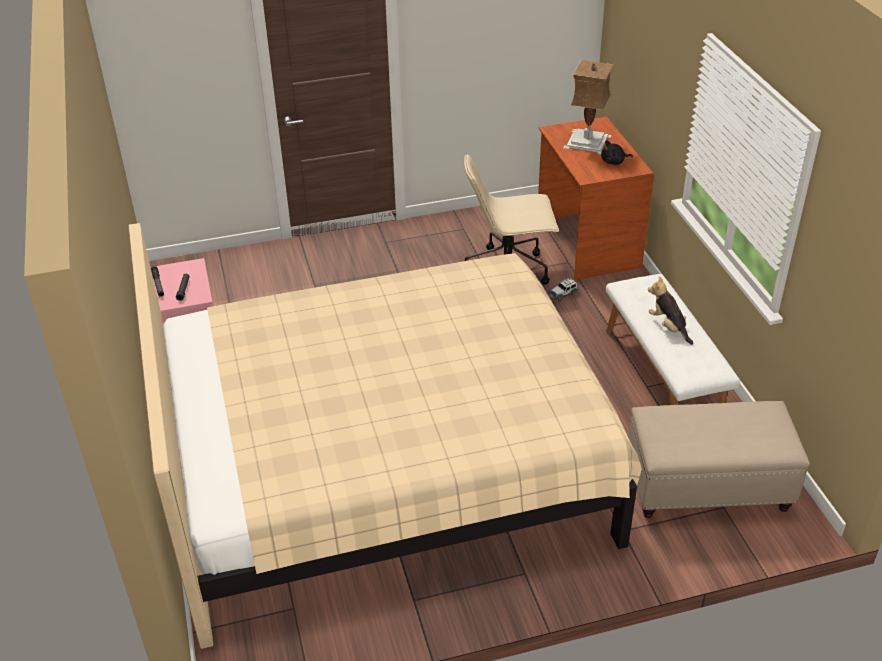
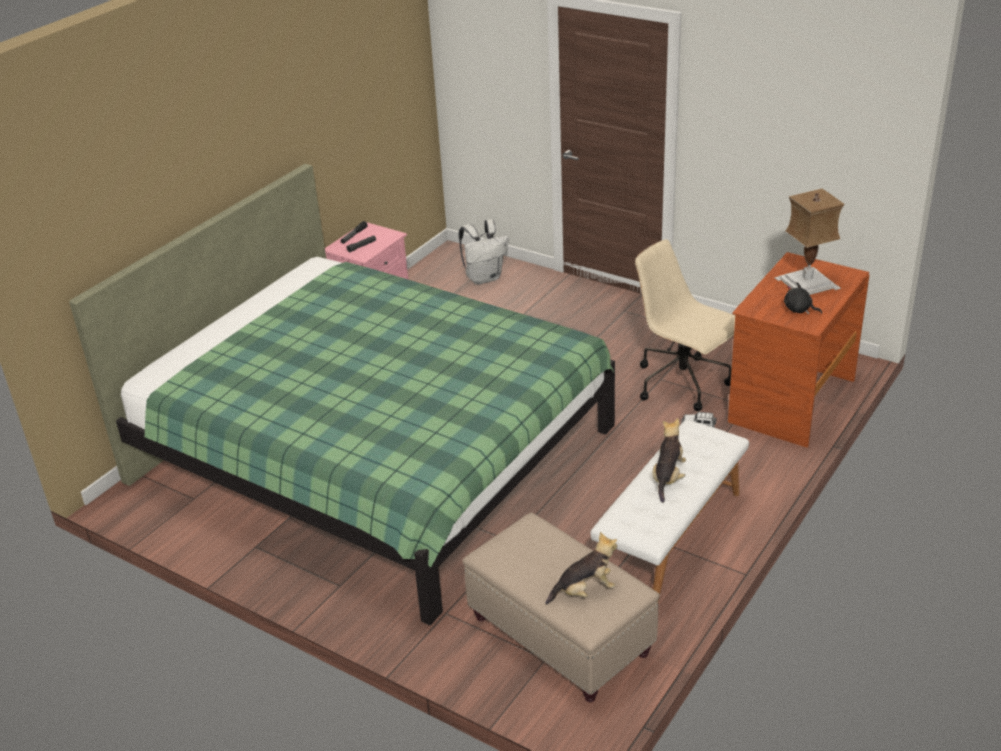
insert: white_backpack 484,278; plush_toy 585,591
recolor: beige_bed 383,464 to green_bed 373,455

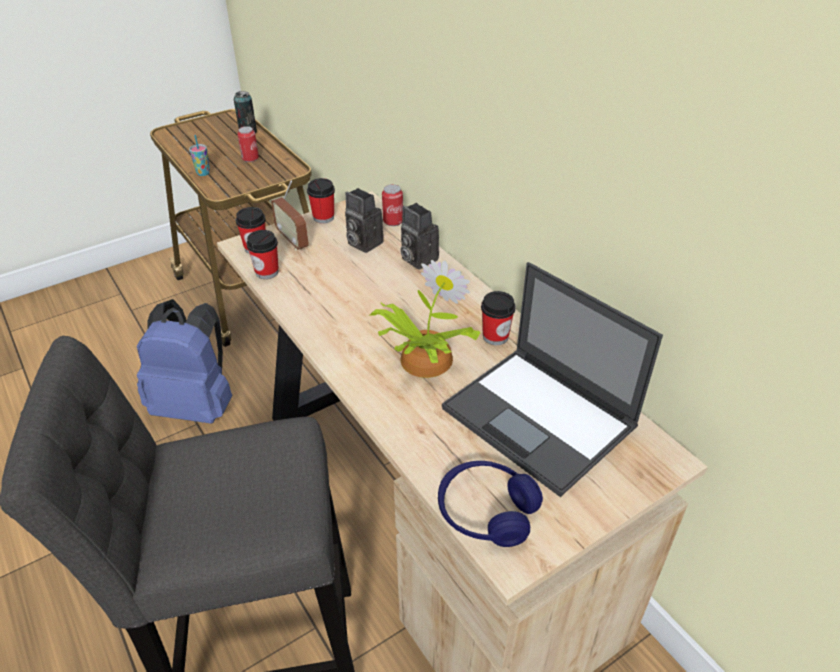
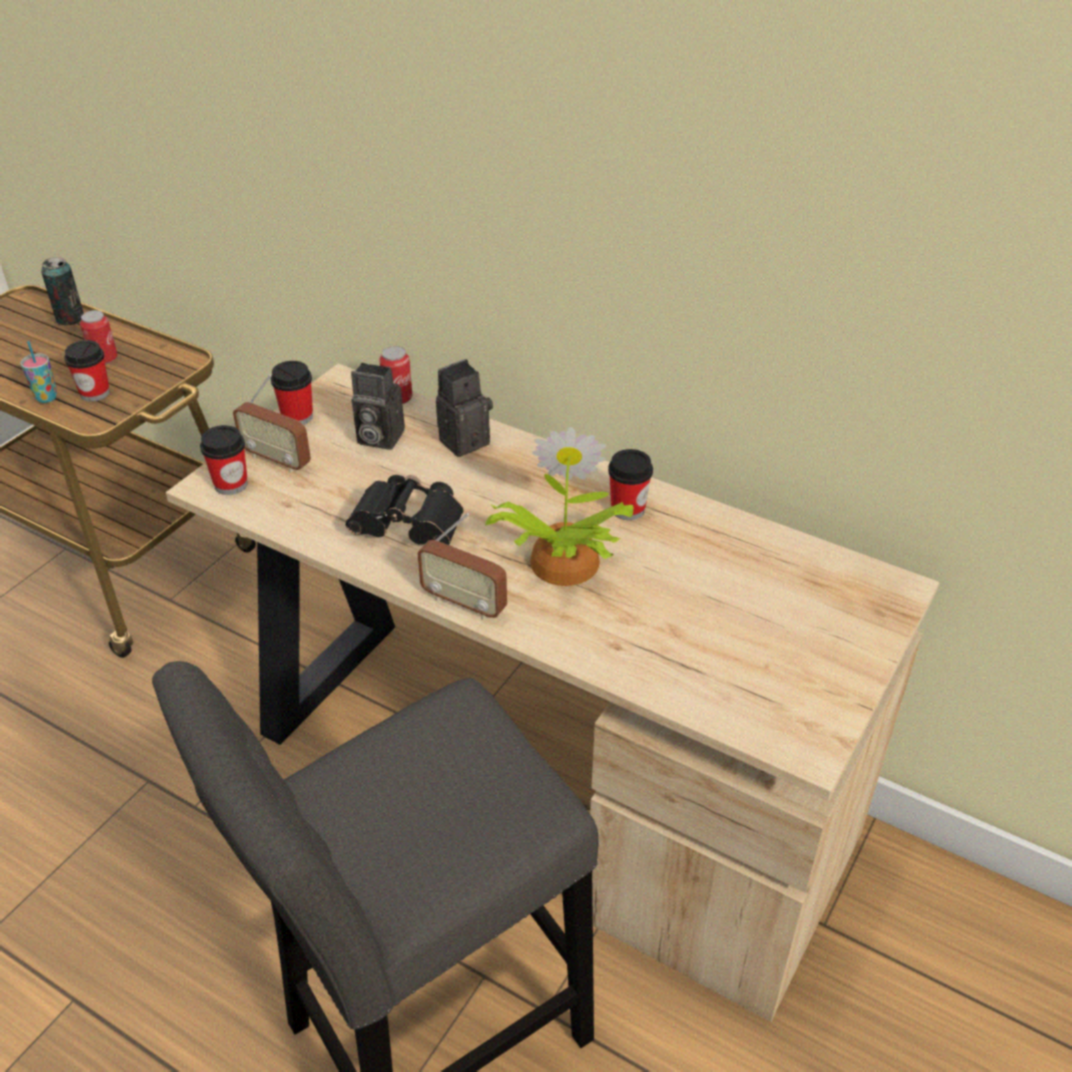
delete: blue_backpack 197,405; blue_headphones 486,511; laptop 540,419
insert: black_binoculars 411,529; radio 464,603
move: cup 267,272 to 95,393
rotate: photo_camera 417,259 = 464,439 120 degrees clockwise

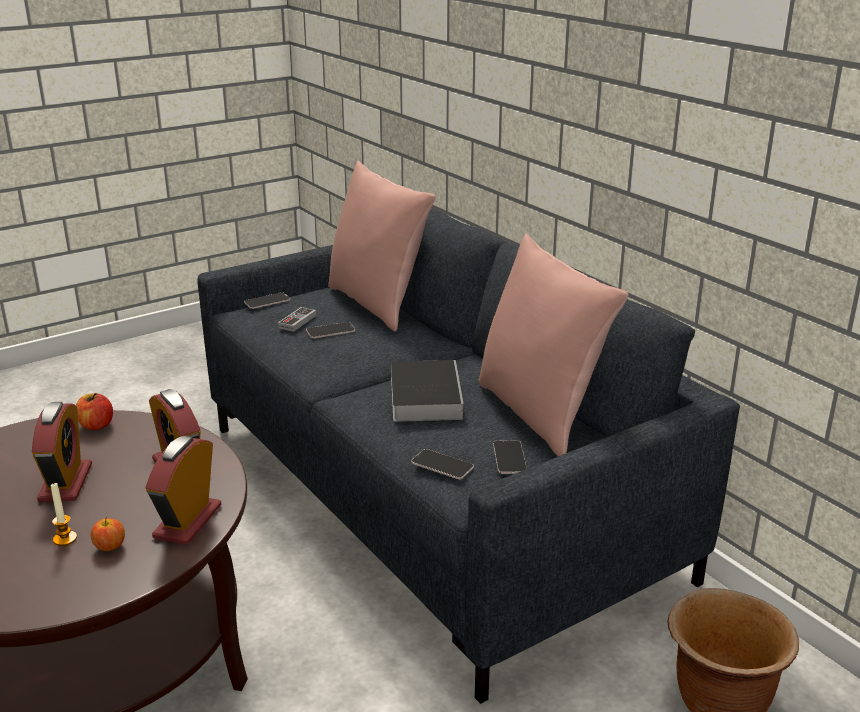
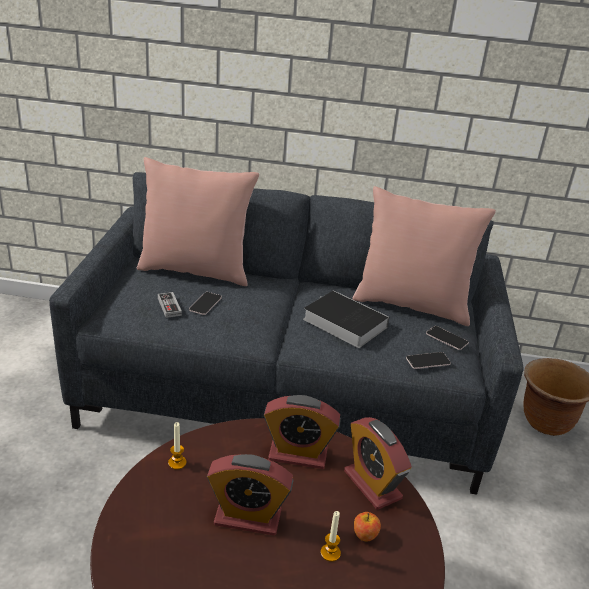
delete: phone 267,301
replace: apple 96,425 to candle 177,463
rotate: alarm_clock 66,483 = 247,517 150 degrees clockwise

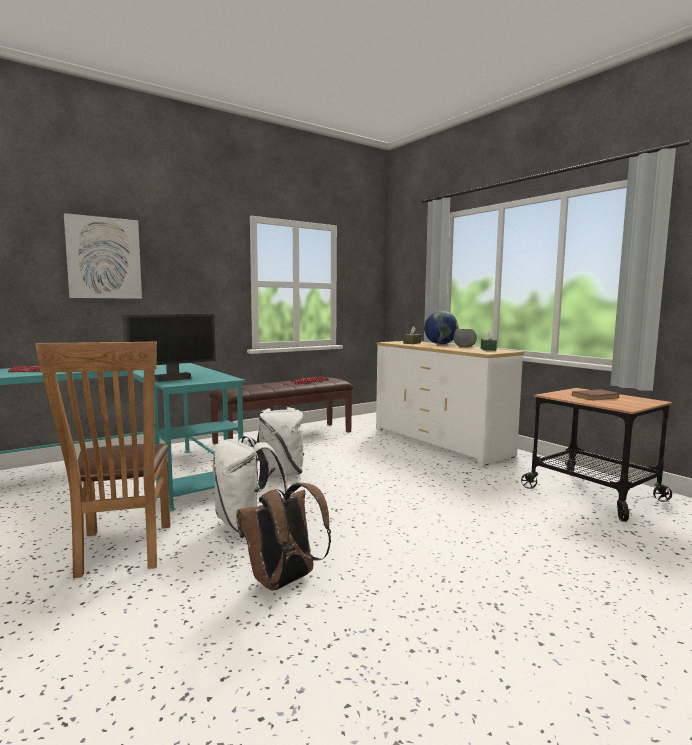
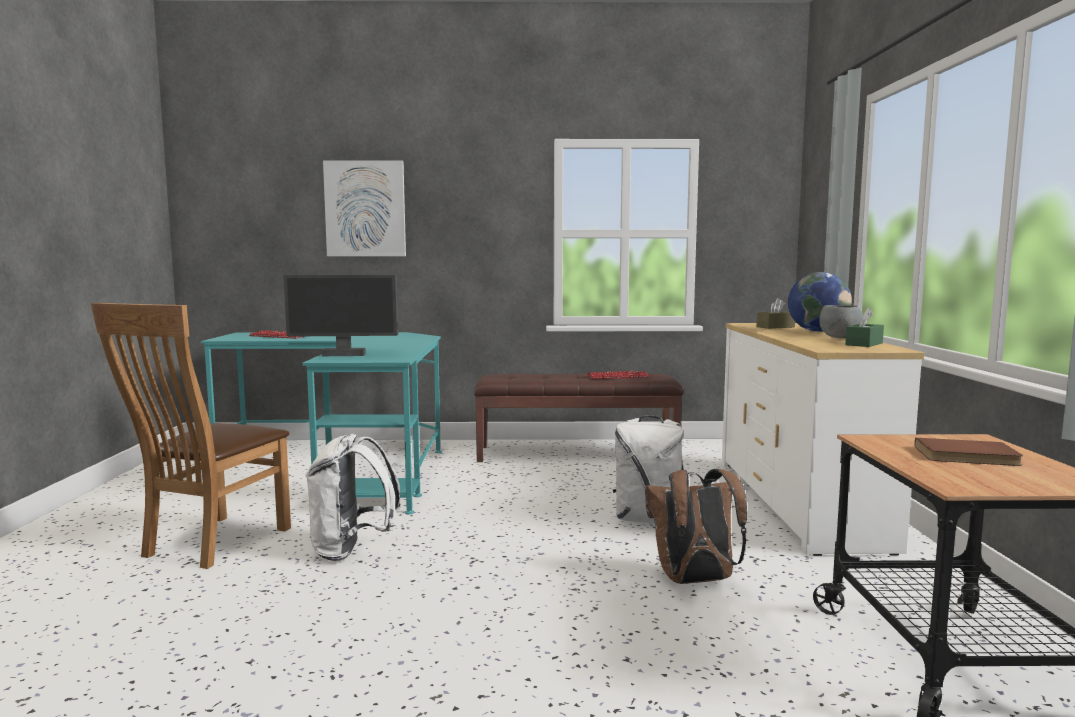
move: brown_backpack 283,582 to 694,581; white_backpack 280,474 to 649,519

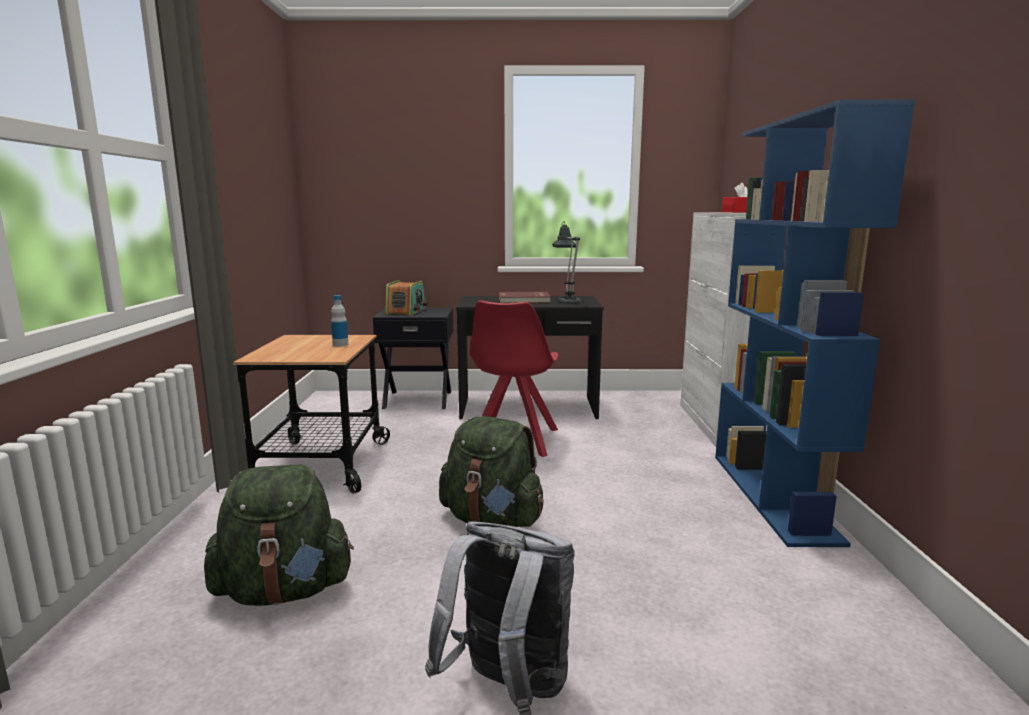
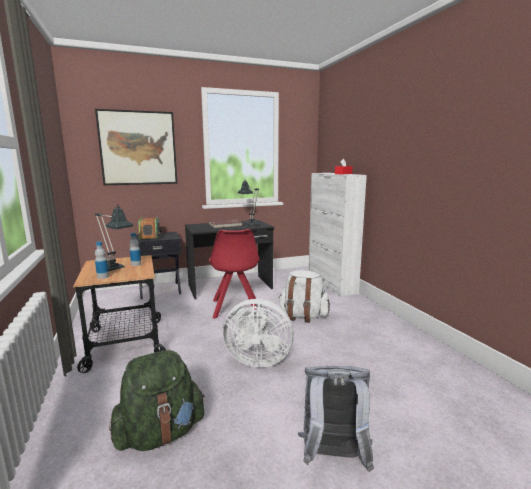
delete: blue_bookcase 774,496
insert: picture 138,148; table_lamp 115,269; bottle 103,277; white_backpack 303,316
replace: green_backpack 492,520 to white_fan 257,359

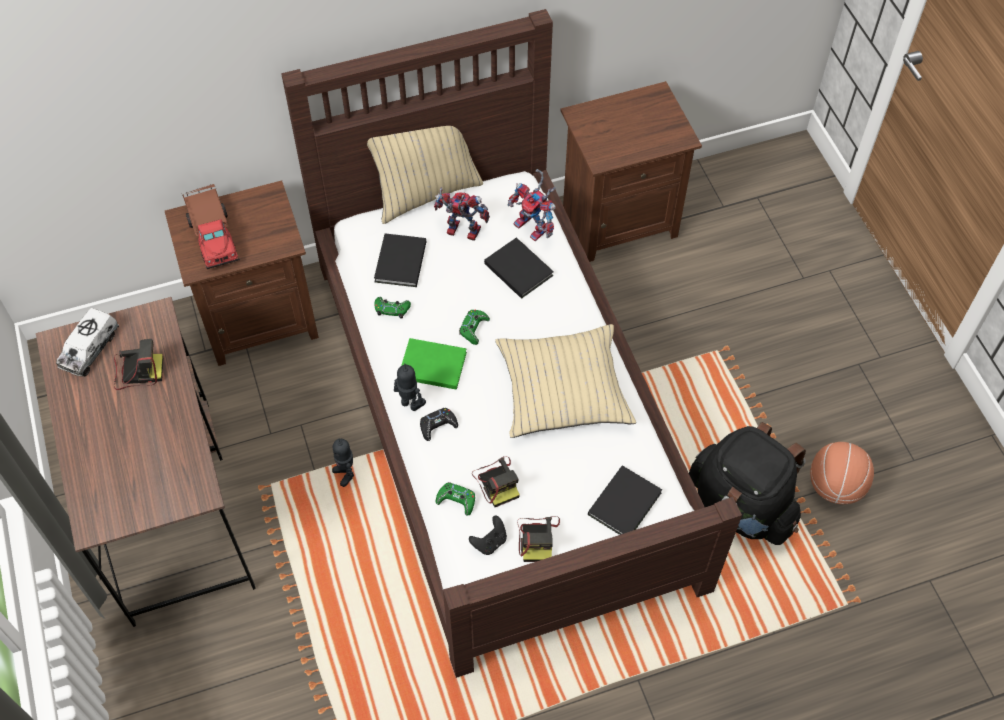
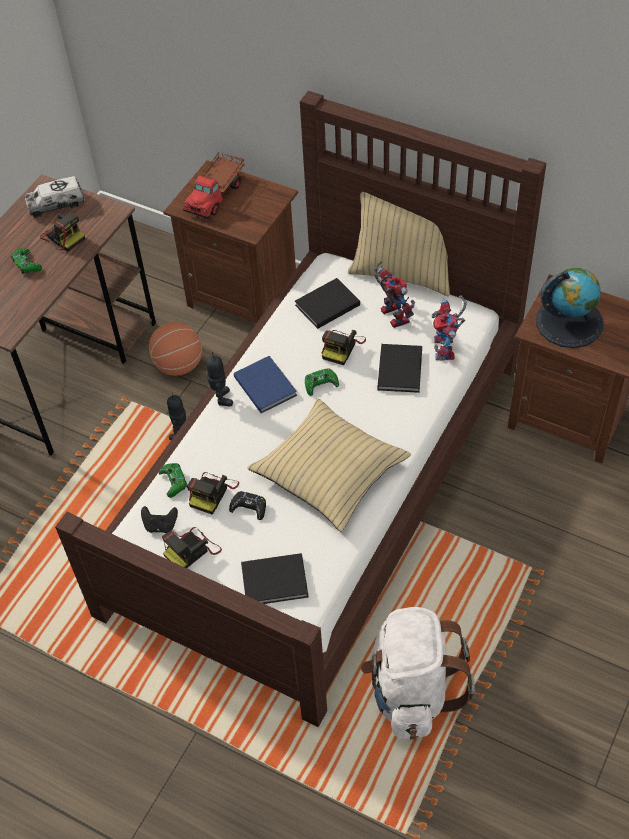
insert: photo_camera 342,347; globe 569,322
move: green_game_controller 392,309 to 27,264; black_game_controller 438,426 to 249,508; basketball 835,486 to 179,365
recolor: green_book 431,364 to blue_book 265,384; black_backpack 741,506 to white_backpack 412,690

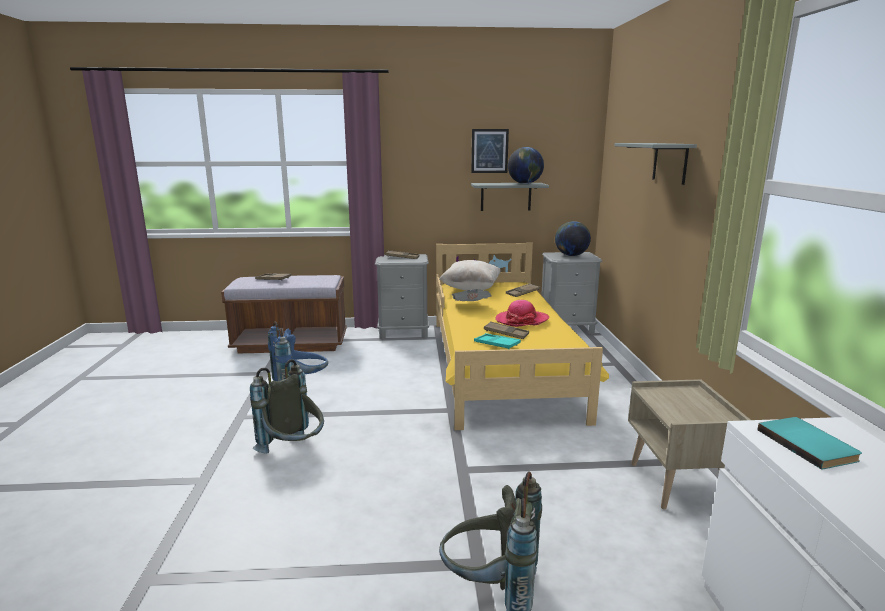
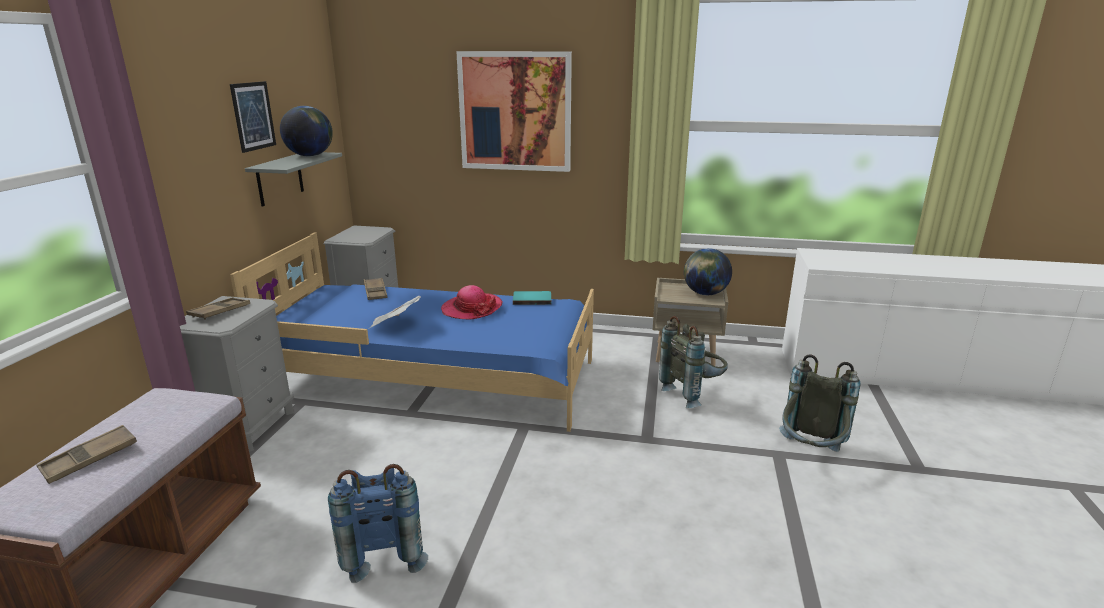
delete: beige_pillow 471,289; turquoise_tray 496,344; brown_tray 506,333
move: grey_backpack 294,452 to 693,393; globe 571,255 to 705,293; turquoise_book 809,444 to 532,299
replace: grey_shelf 670,162 to picture 515,112
recolor: yellow_bed 501,366 to blue_bed 434,376

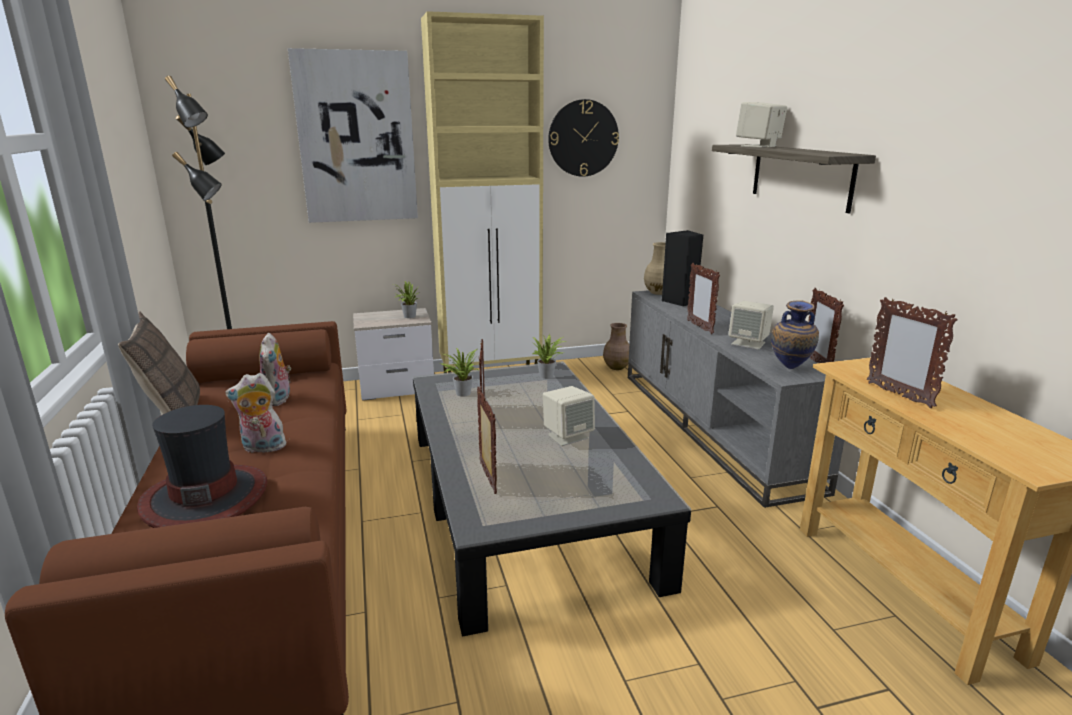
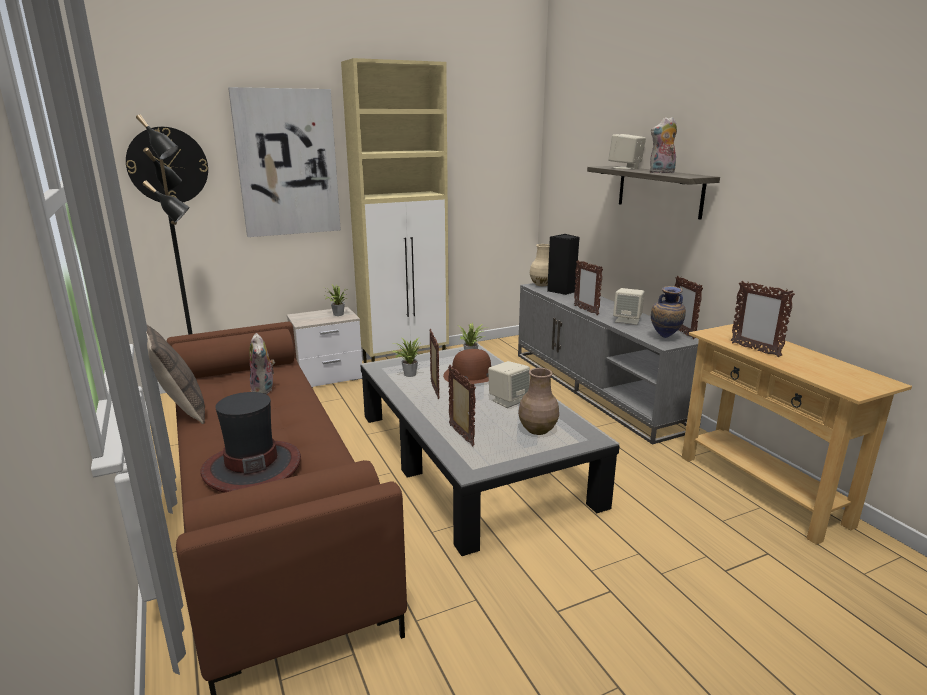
insert: brown_hat 471,375
move: plush_toy 262,448 to 661,172; wall_clock 583,138 to 168,165; brown_vase 616,367 to 537,430

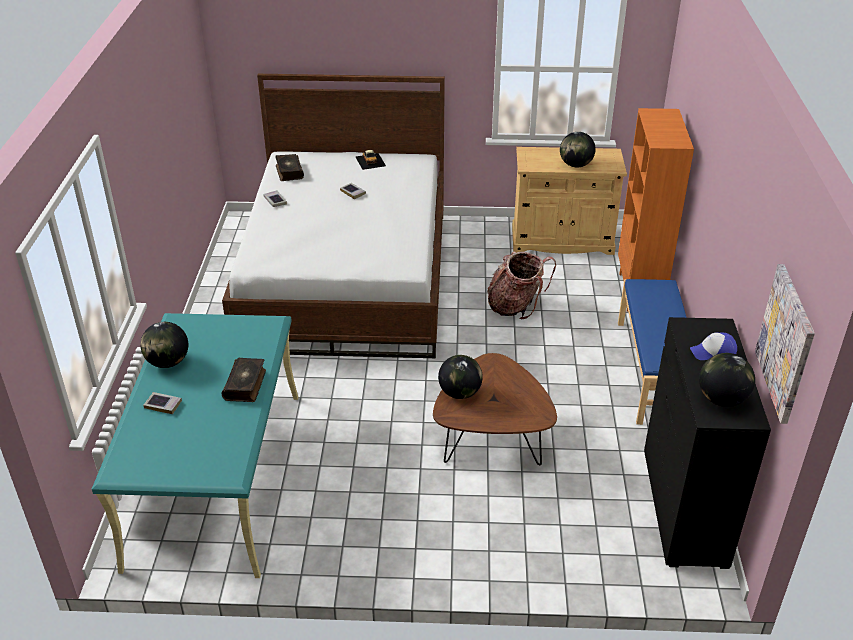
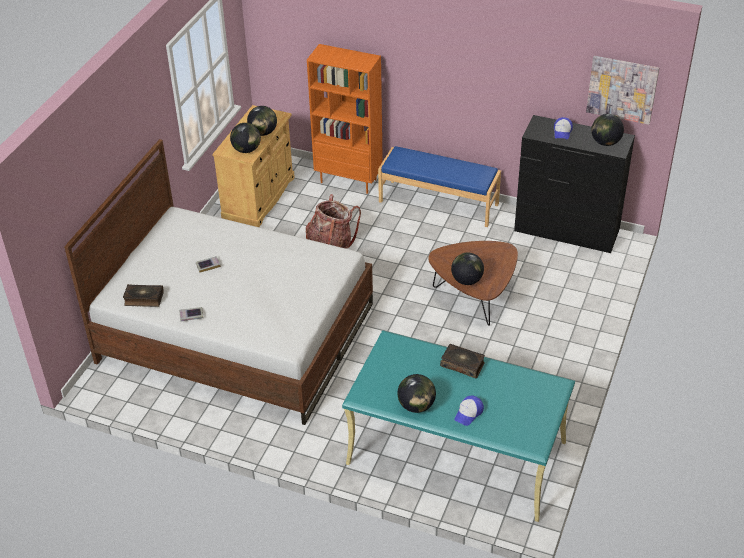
delete: toy_car 370,161
insert: globe 246,150
replace: book 163,405 to cap 469,413

